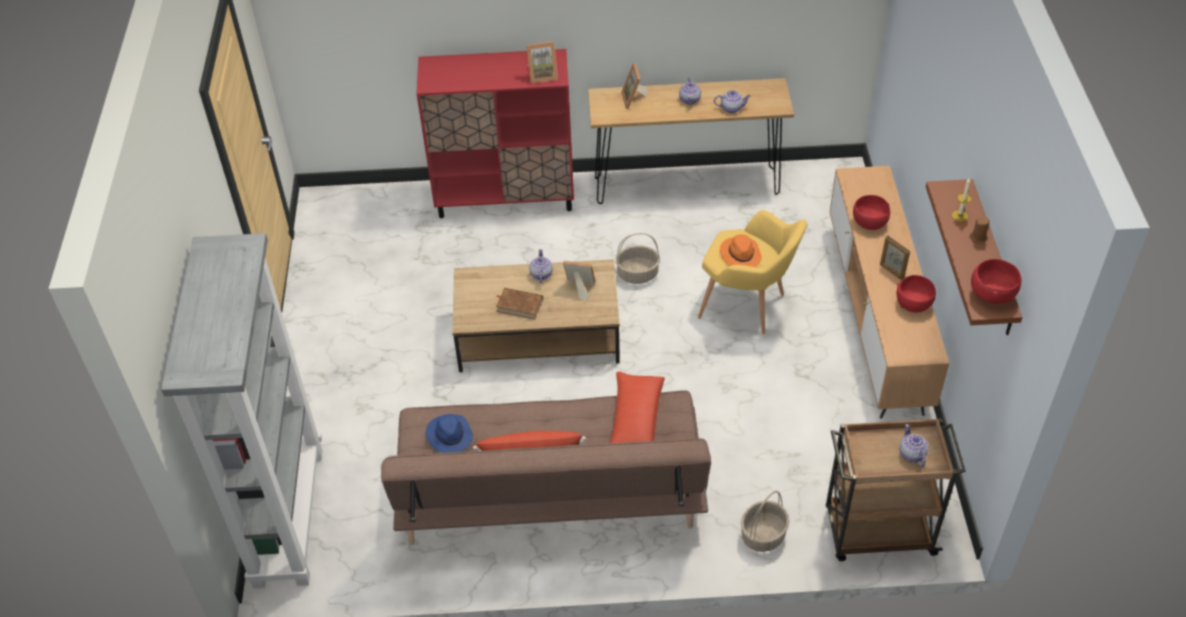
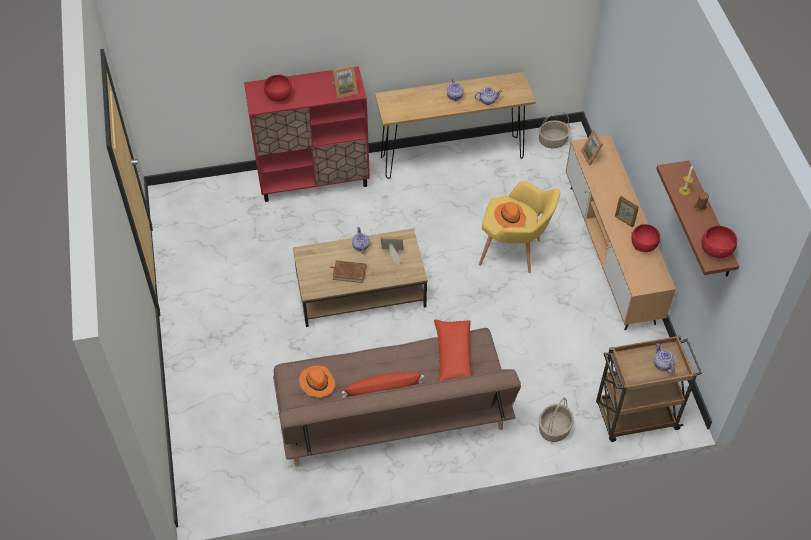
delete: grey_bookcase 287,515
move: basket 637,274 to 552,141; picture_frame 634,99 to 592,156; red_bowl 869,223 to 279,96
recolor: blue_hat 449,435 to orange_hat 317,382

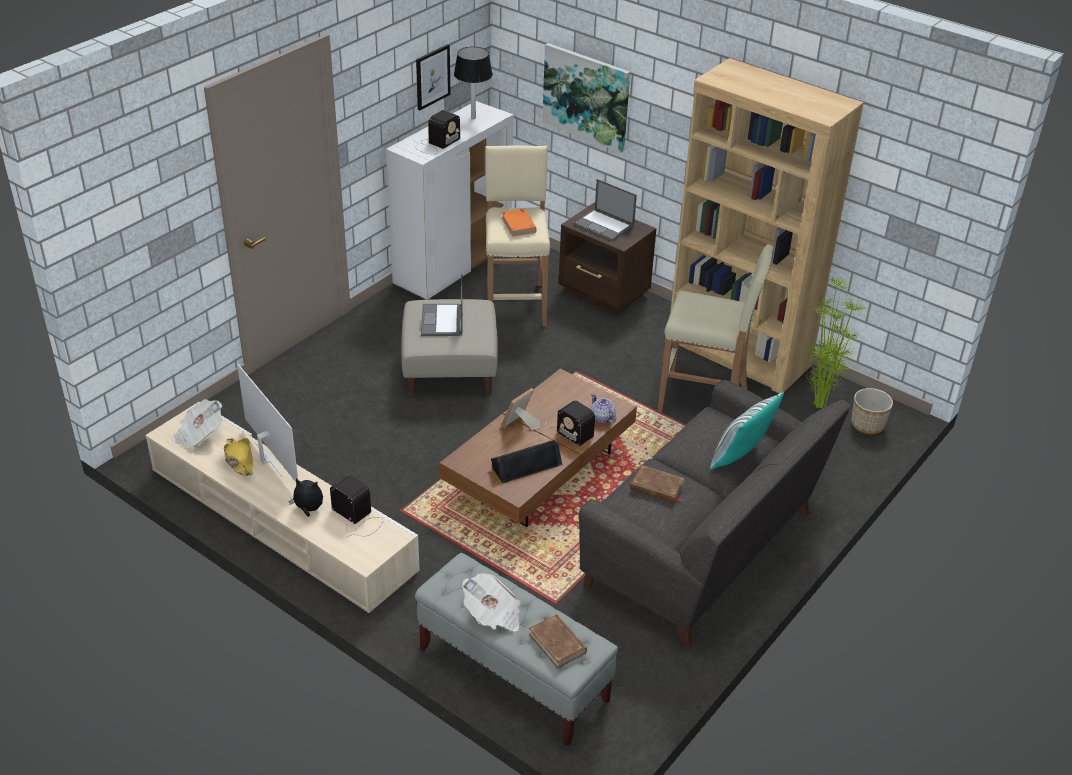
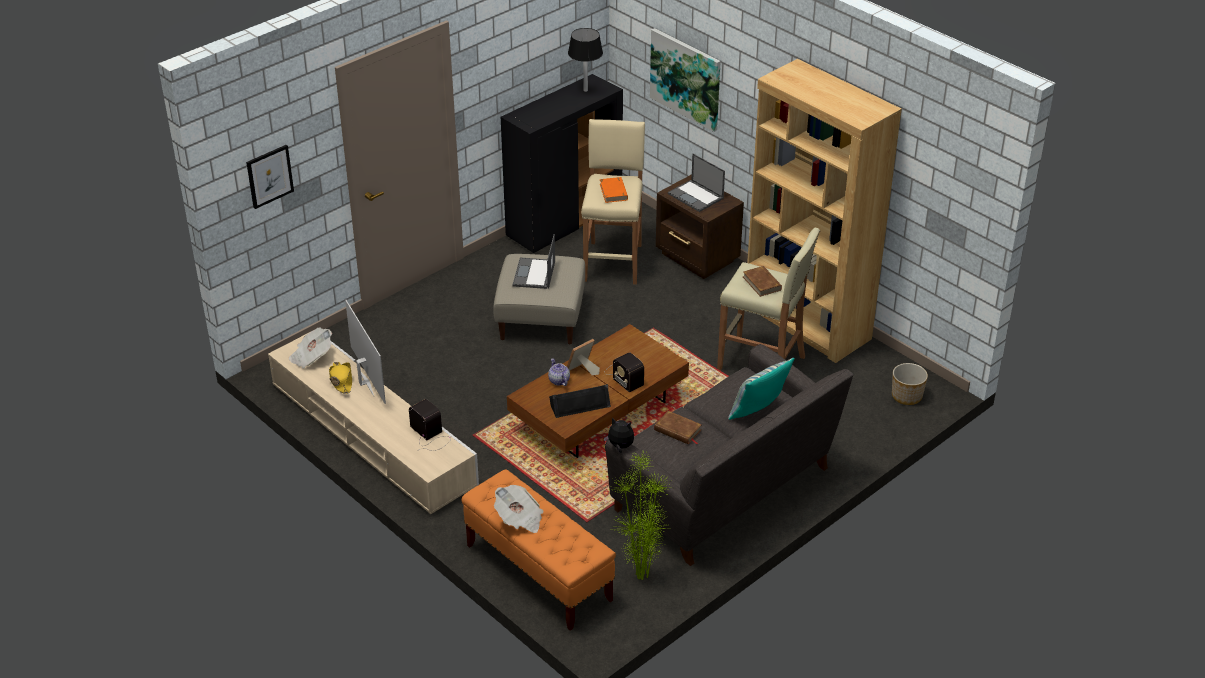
delete: radio 436,144
move: plush_toy 308,509 to 620,447; picture 432,76 to 269,176; brown_book 557,643 to 762,283; teapot 602,417 to 558,380; potted_plant 817,404 to 640,575
recolor: white_cabinet 453,265 to black_cabinet 564,222; grey_bench 513,674 to orange_bench 538,573

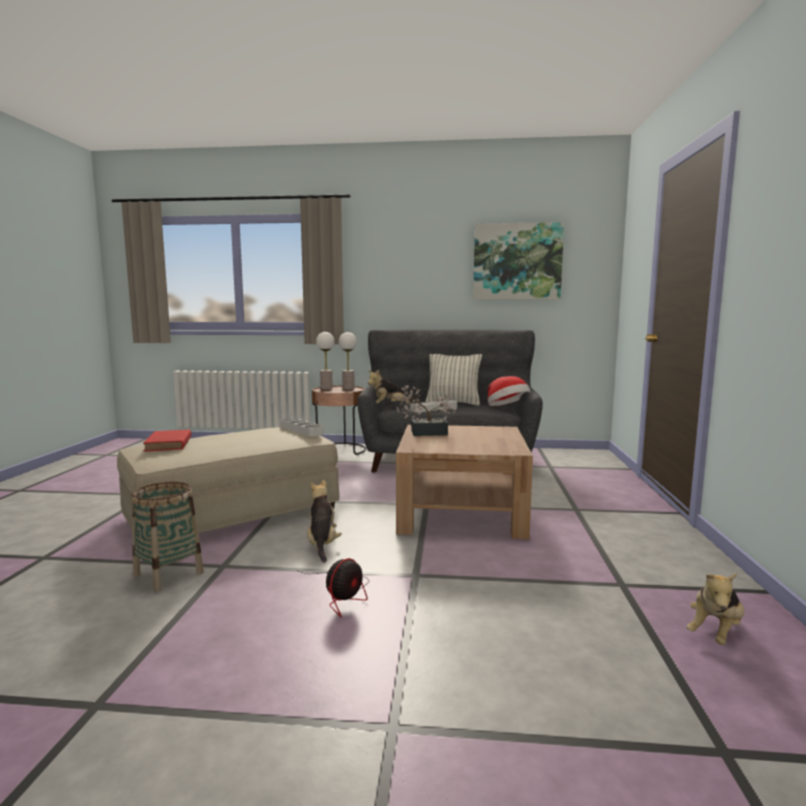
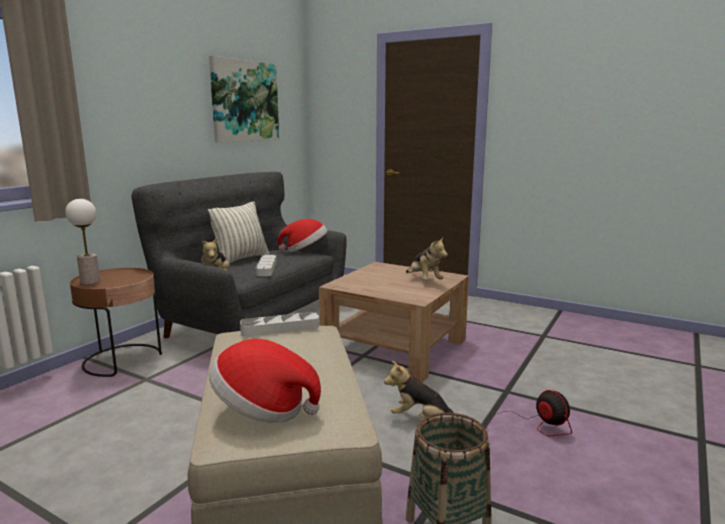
delete: table_lamp 348,388; potted_plant 424,433
move: plush_toy 715,633 to 424,280
replace: red_book 168,444 to hat 263,409

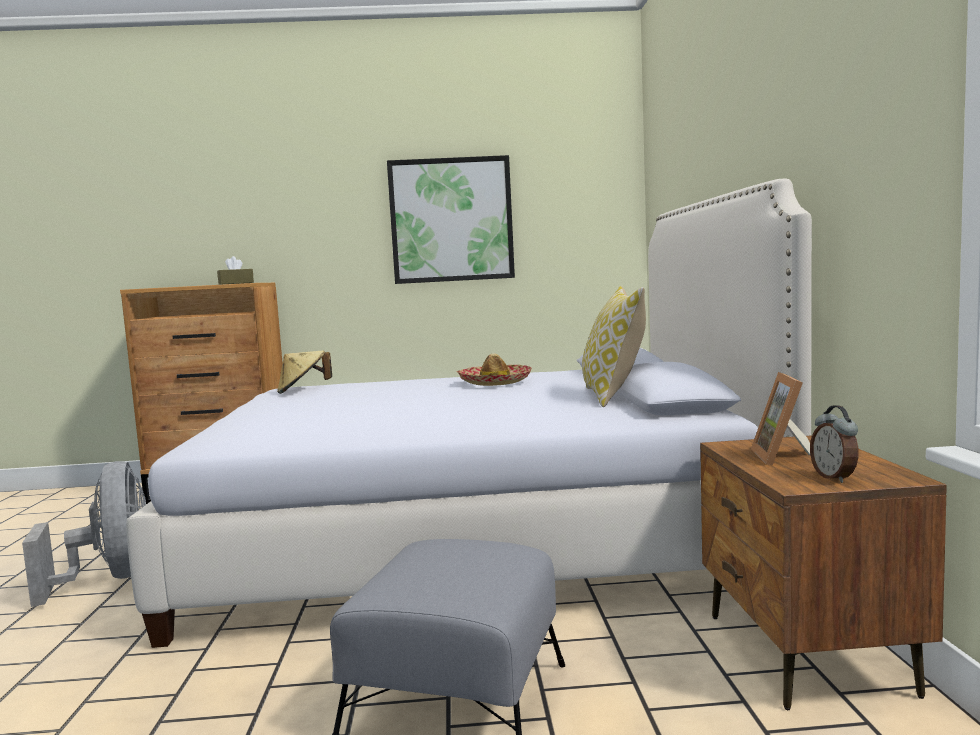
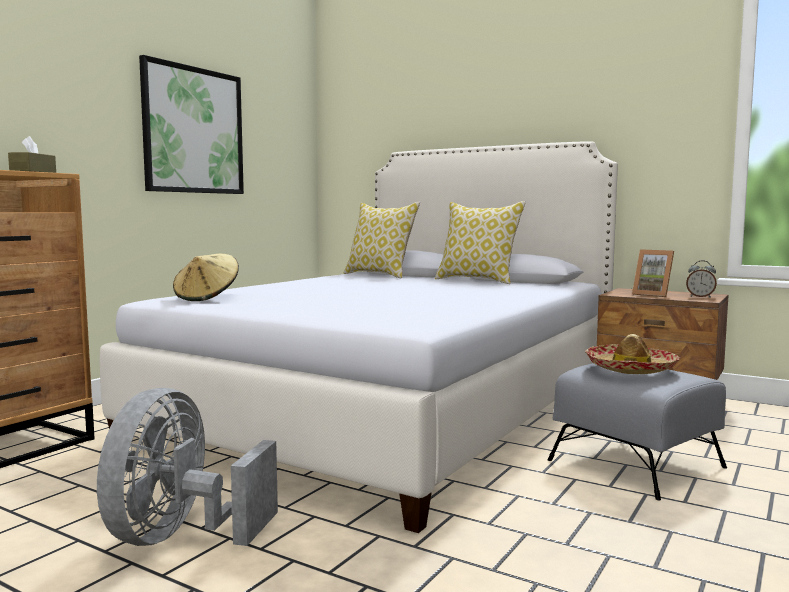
insert: pillow 380,275
move: hat 494,382 to 631,368
rotate: grey_fan 110,579 = 180,536 90 degrees counterclockwise

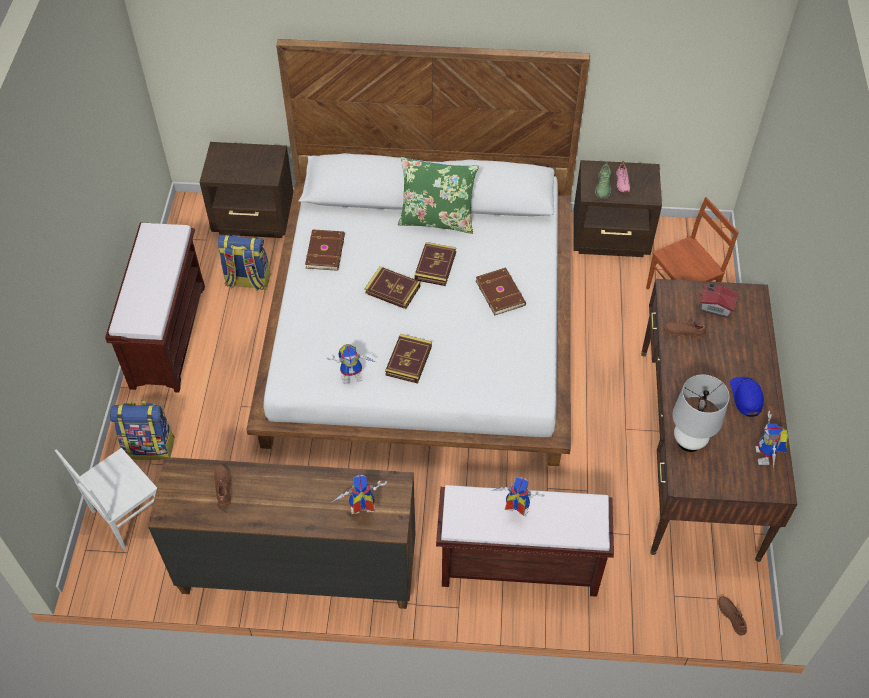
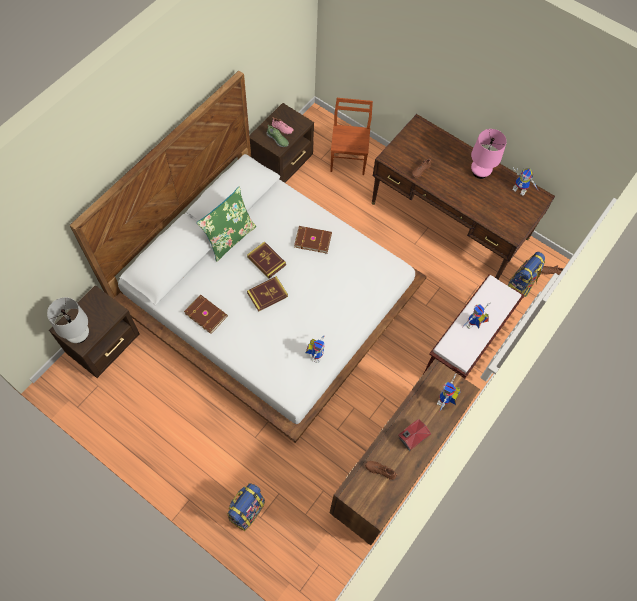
delete: white_chair 127,515; brown_bench 168,334; book 409,360
move: backpack 247,281 to 520,285; white_table_lamp 689,441 to 79,335; toy_house 715,306 to 411,437
replace: blue_cap 746,397 to pink_table_lamp 480,172

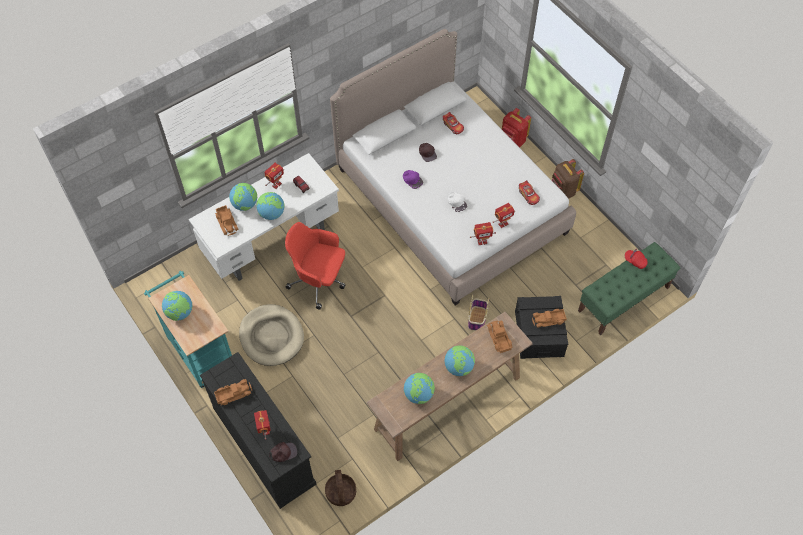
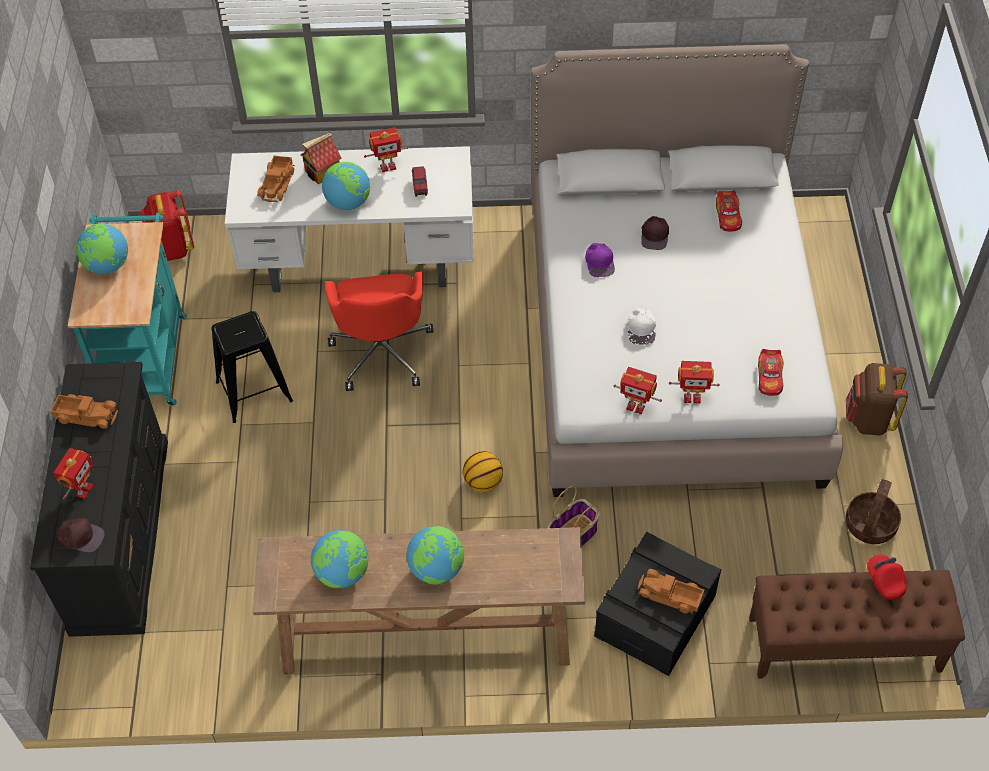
delete: toy_truck 498,338
insert: basketball 483,482
move: basket 340,492 to 870,524; red_backpack 512,141 to 172,248
replace: globe 245,204 to toy_house 322,172; beige_dog_bed 271,336 to black_stool 254,391
recolor: green_bench 623,299 to brown_bench 843,644
rotate: red_office_chair 319,280 = 382,351 150 degrees counterclockwise

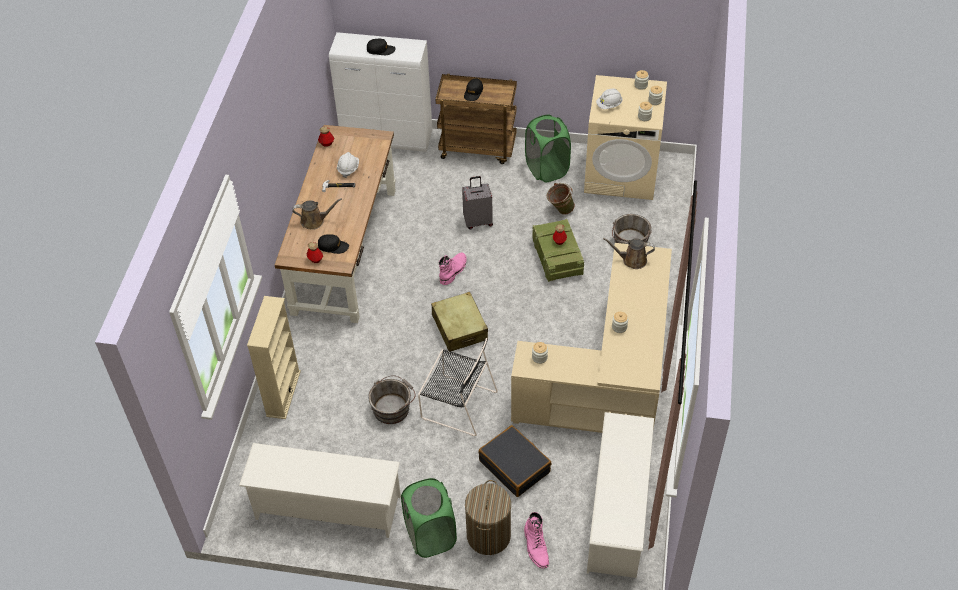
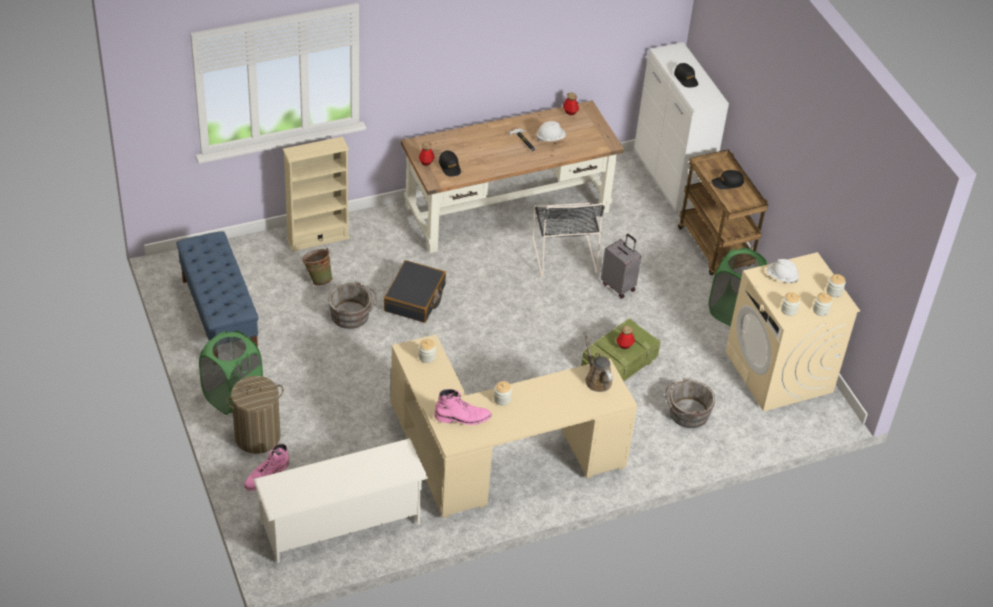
delete: brown_watering_can 315,221; beige_suitcase 459,328
move: black_chair 457,404 to 564,253; pink_boot 453,270 to 462,417; black_suitcase 515,466 to 415,299; green_bucket 559,210 to 318,278
replace: white_shoe_rack 327,508 to blue_bench 219,316

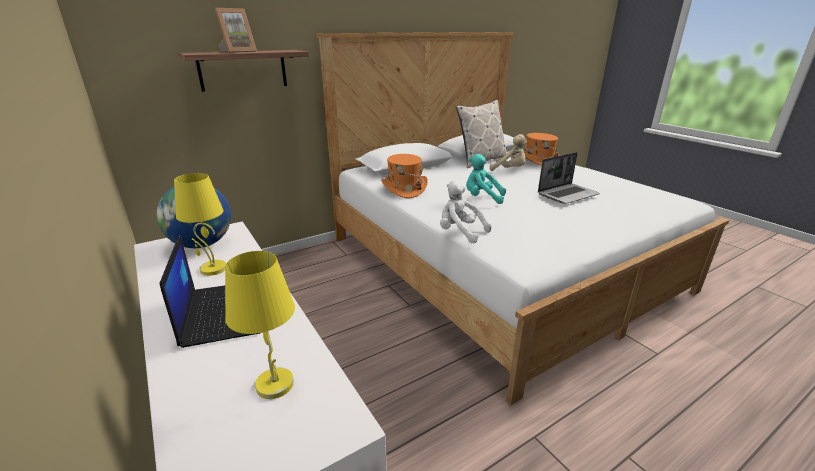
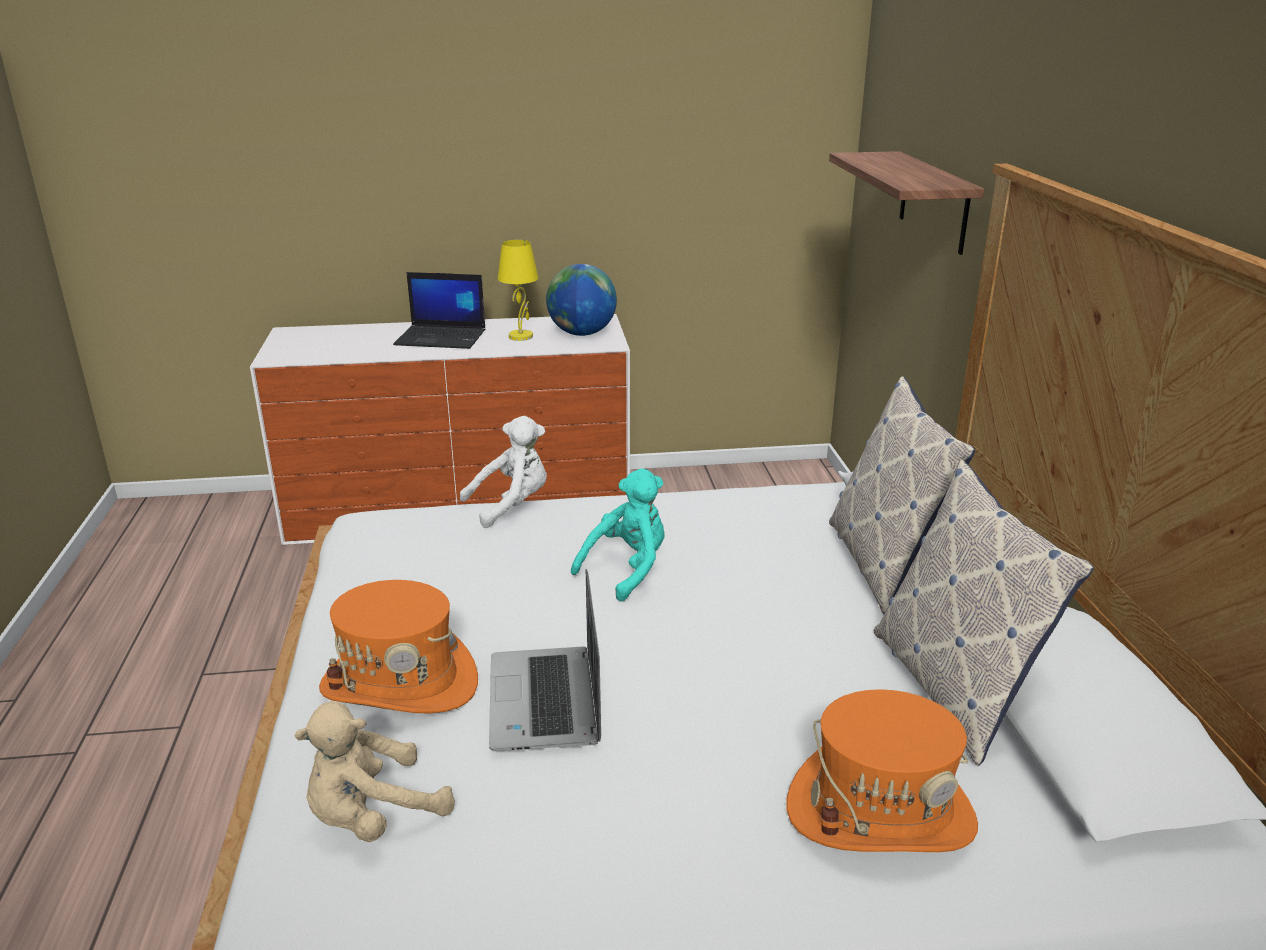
delete: picture_frame 237,51; yellow_table_lamp 276,385
insert: pillow 883,564
move: orange_hat 404,189 to 400,684; beige_plush_toy 509,170 to 373,816

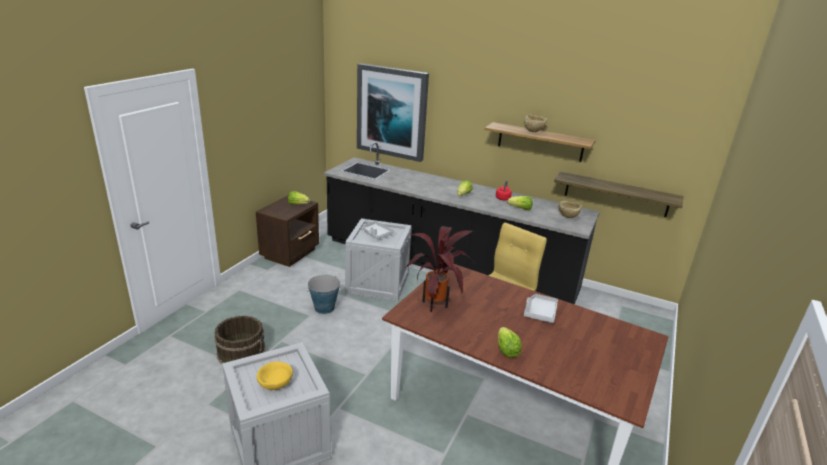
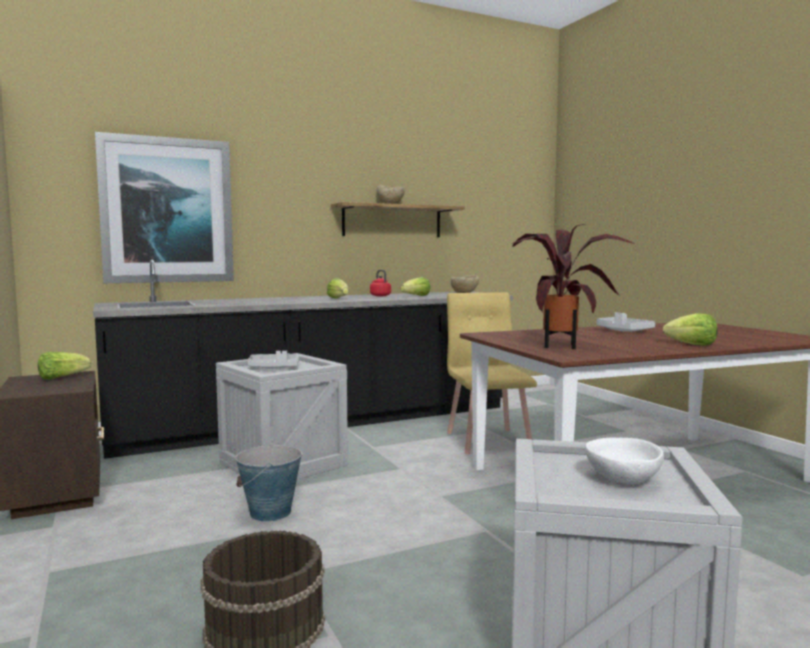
delete: shelf 616,194
recolor: yellow_bowl 275,384 to white_bowl 622,479

